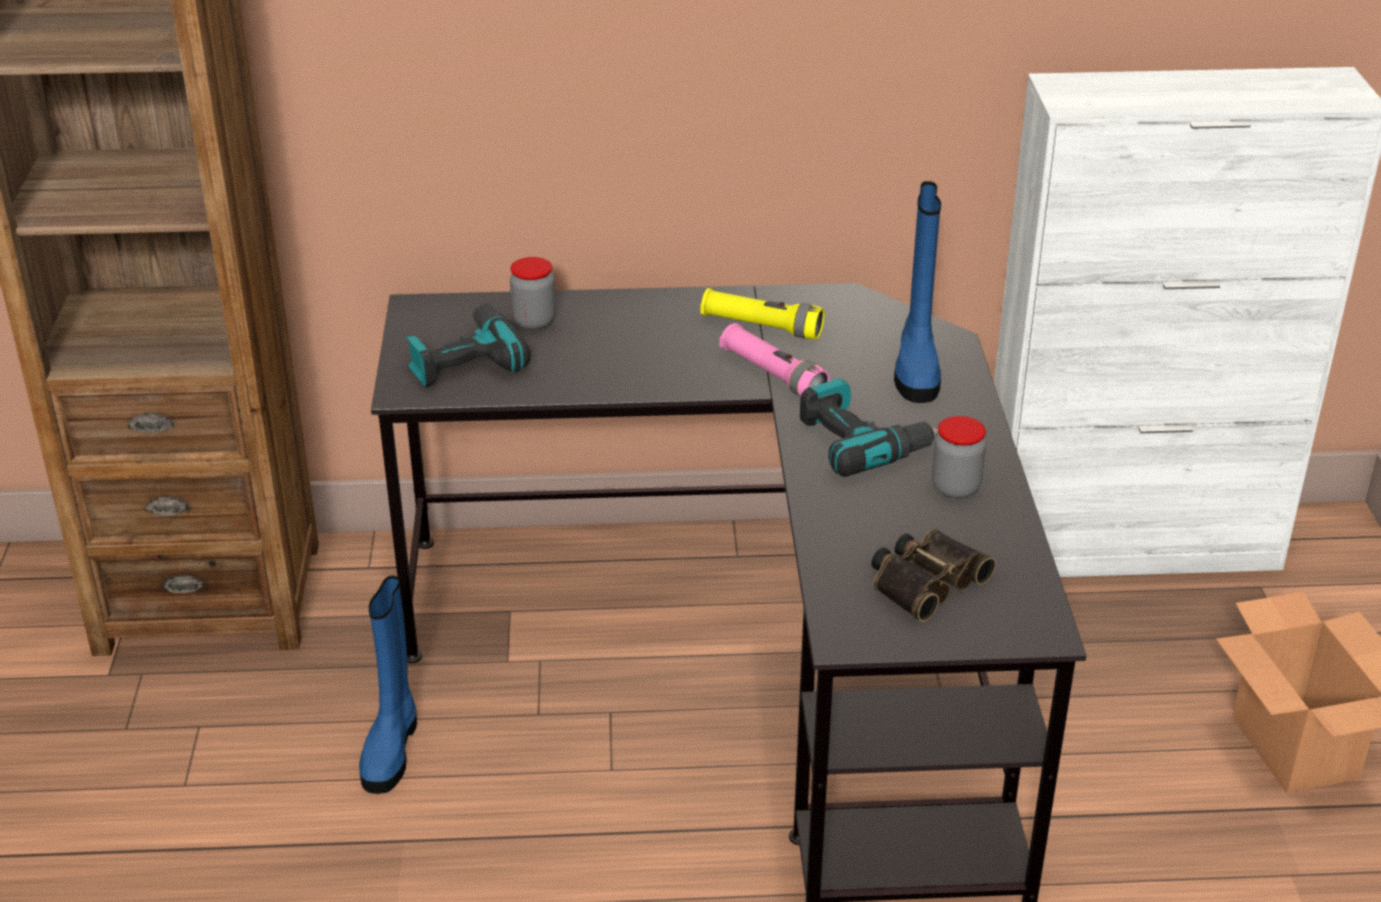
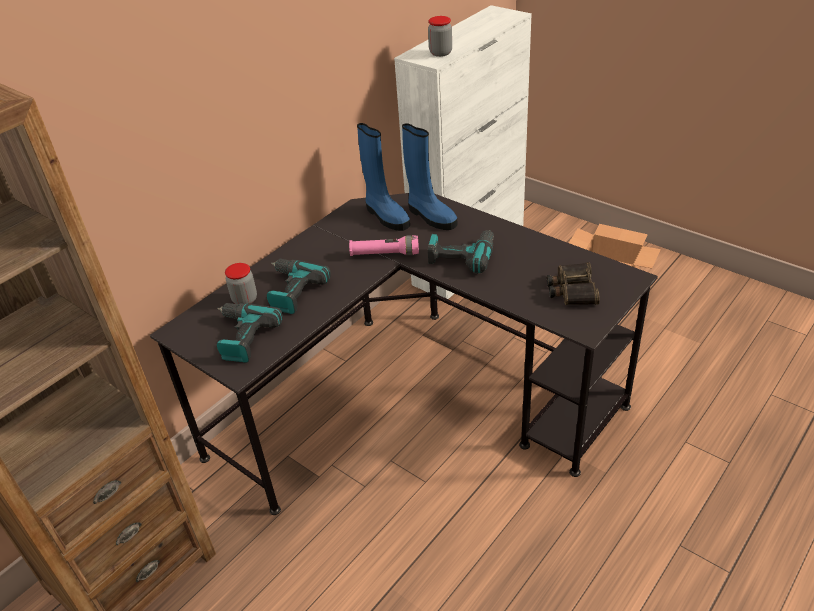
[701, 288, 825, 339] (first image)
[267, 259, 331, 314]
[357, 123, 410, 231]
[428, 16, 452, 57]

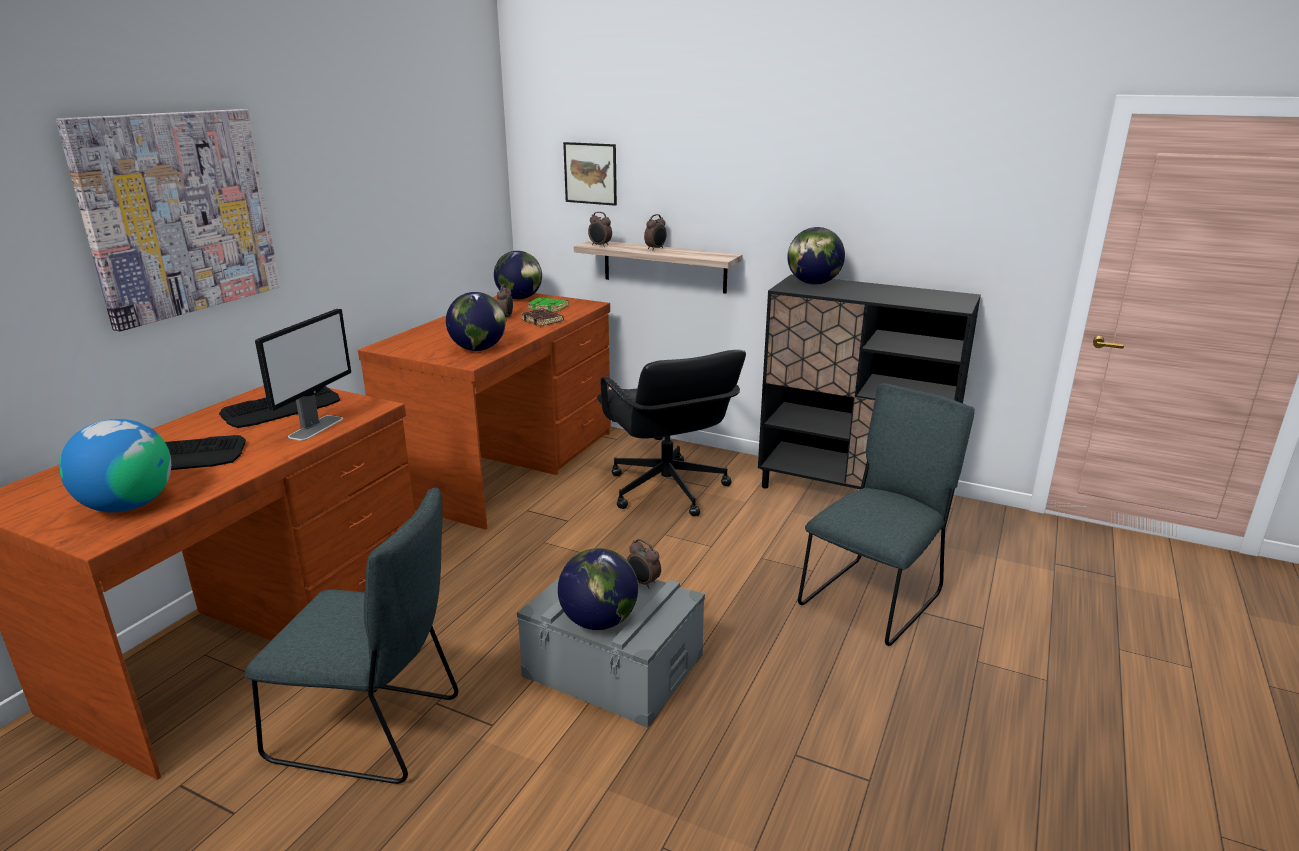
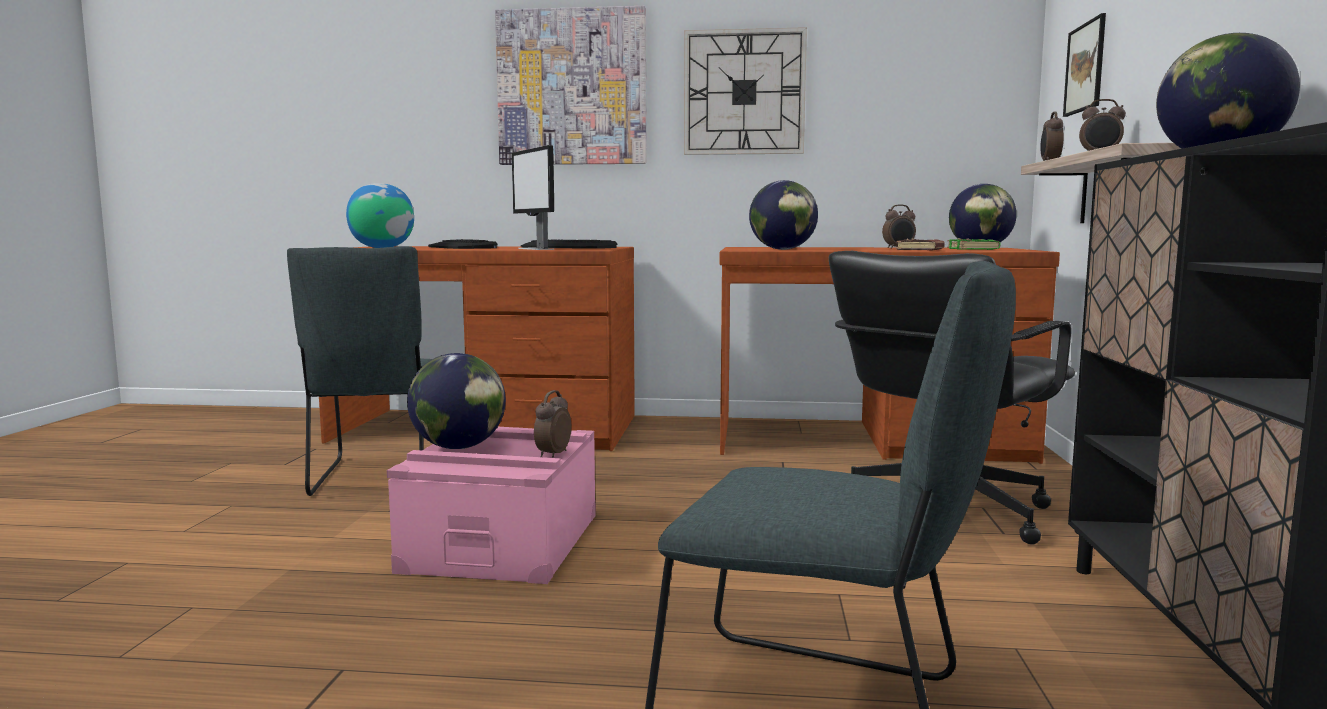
[684, 27, 807, 155]
[387, 427, 596, 584]
[512, 145, 554, 250]

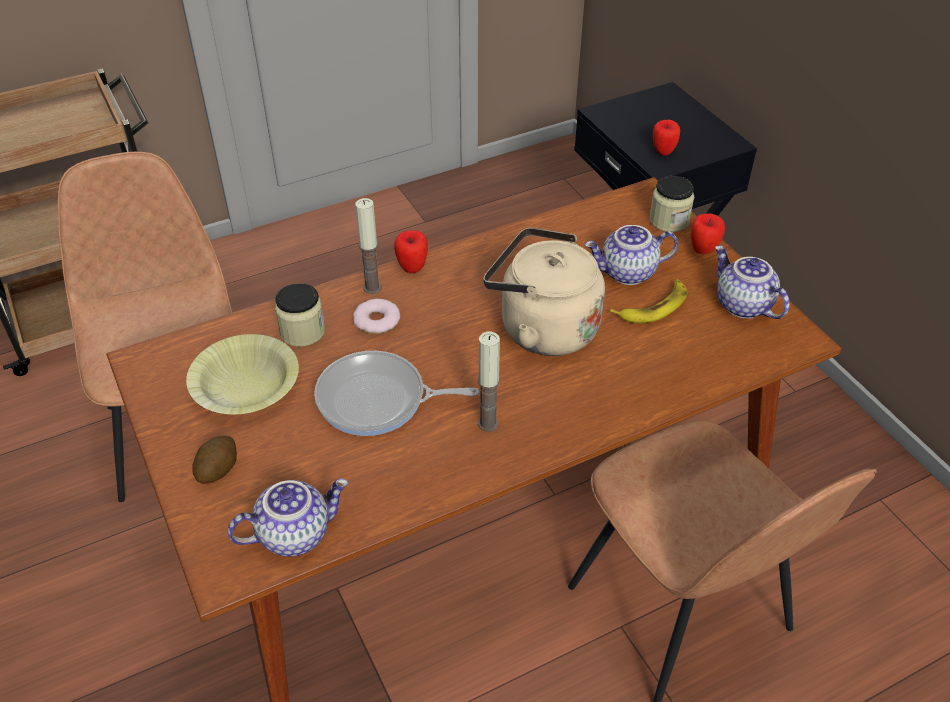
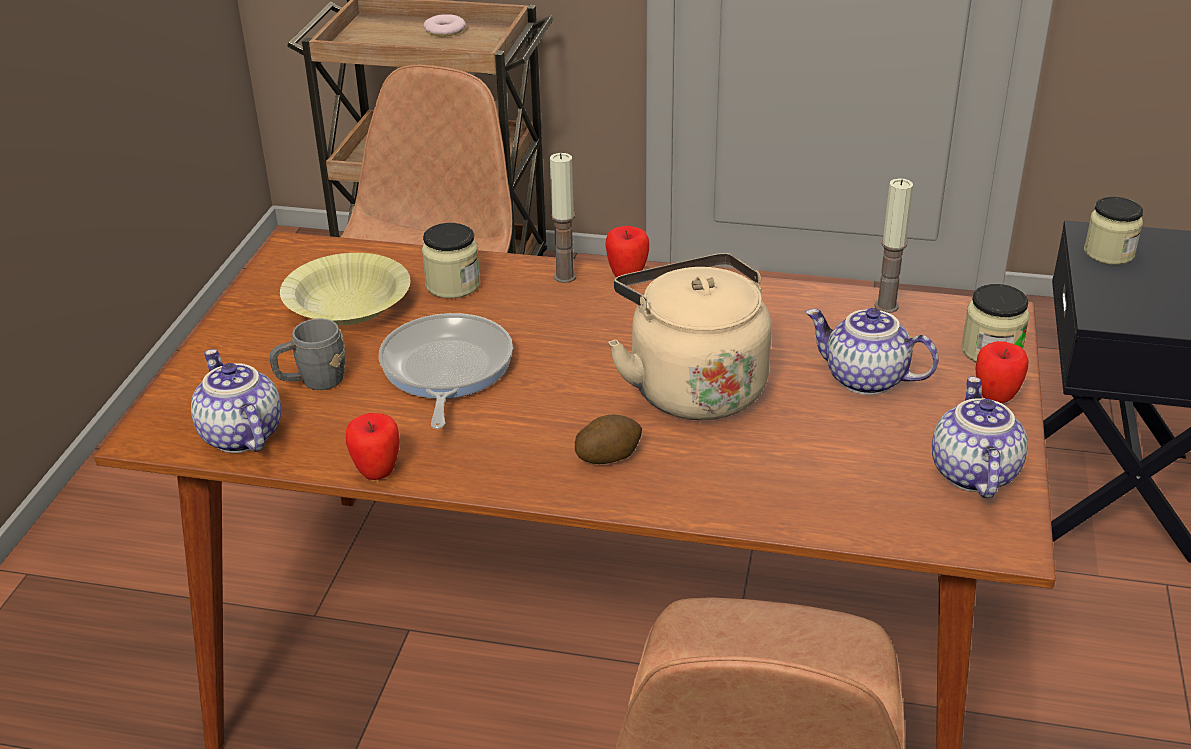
[610, 279, 687, 323] (first image)
[269, 318, 345, 390]
[1084, 197, 1143, 265]
[575, 415, 642, 464]
[423, 14, 466, 37]
[875, 178, 913, 313]
[346, 413, 400, 480]
[191, 349, 281, 453]
[379, 313, 513, 429]

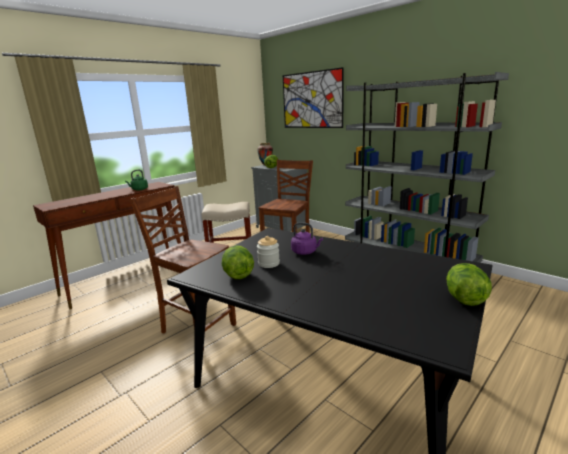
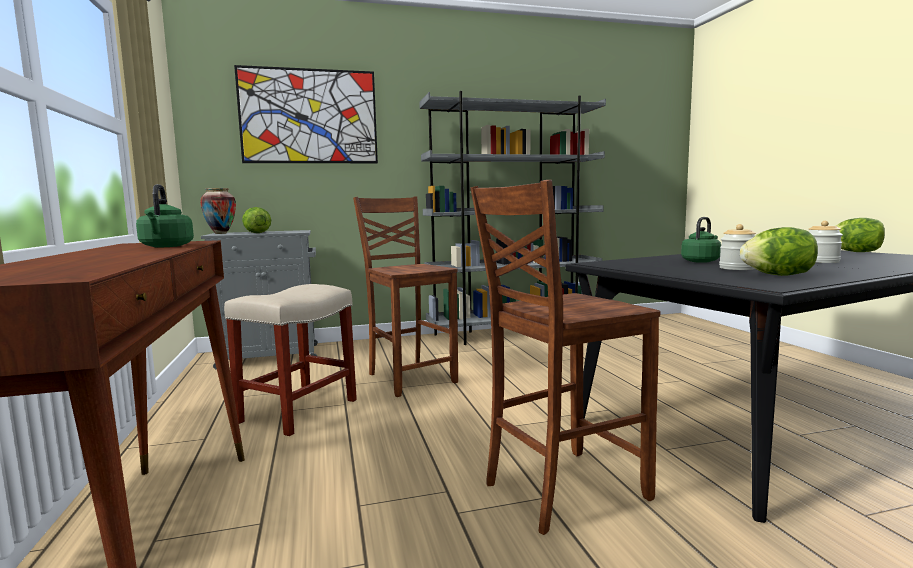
[809, 221, 843, 263]
[681, 217, 721, 263]

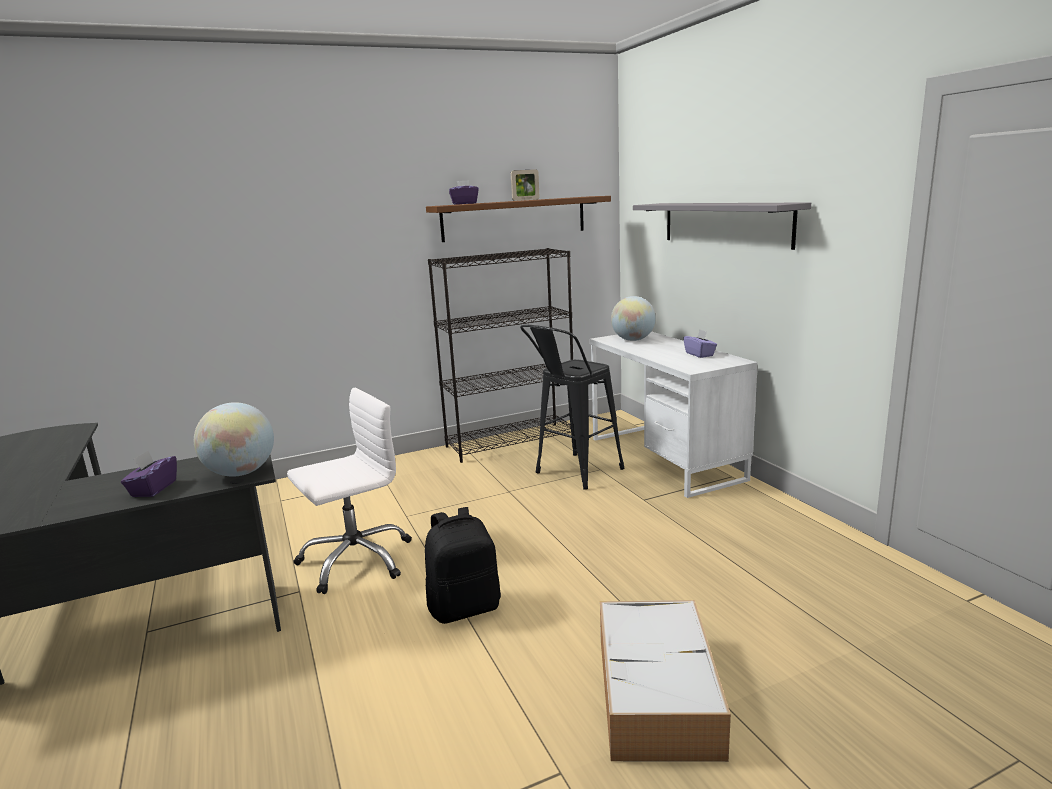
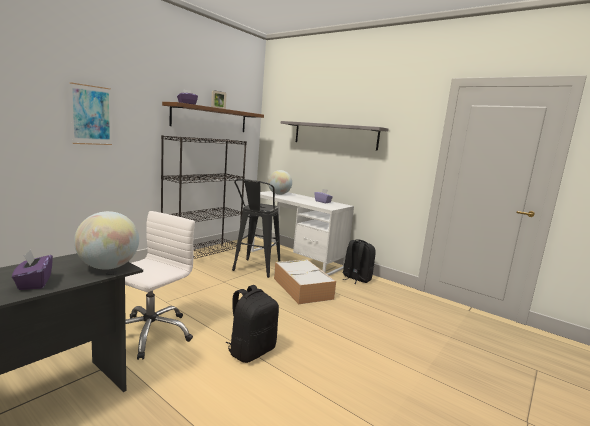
[70, 82, 112, 145]
[342, 239, 376, 284]
[274, 260, 336, 304]

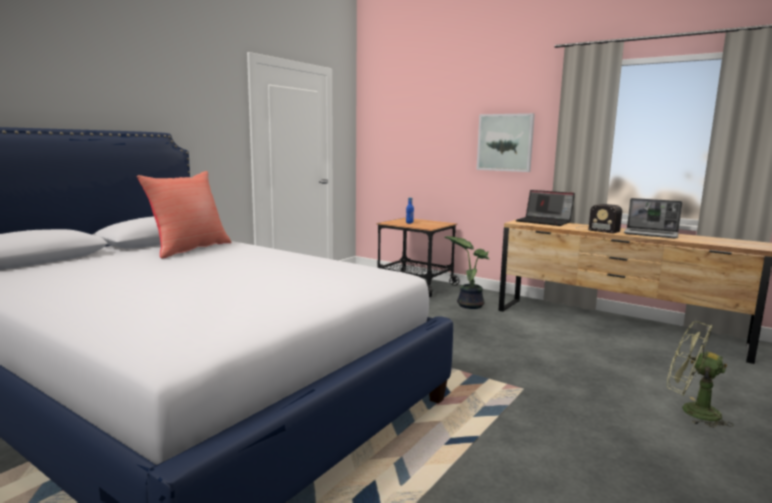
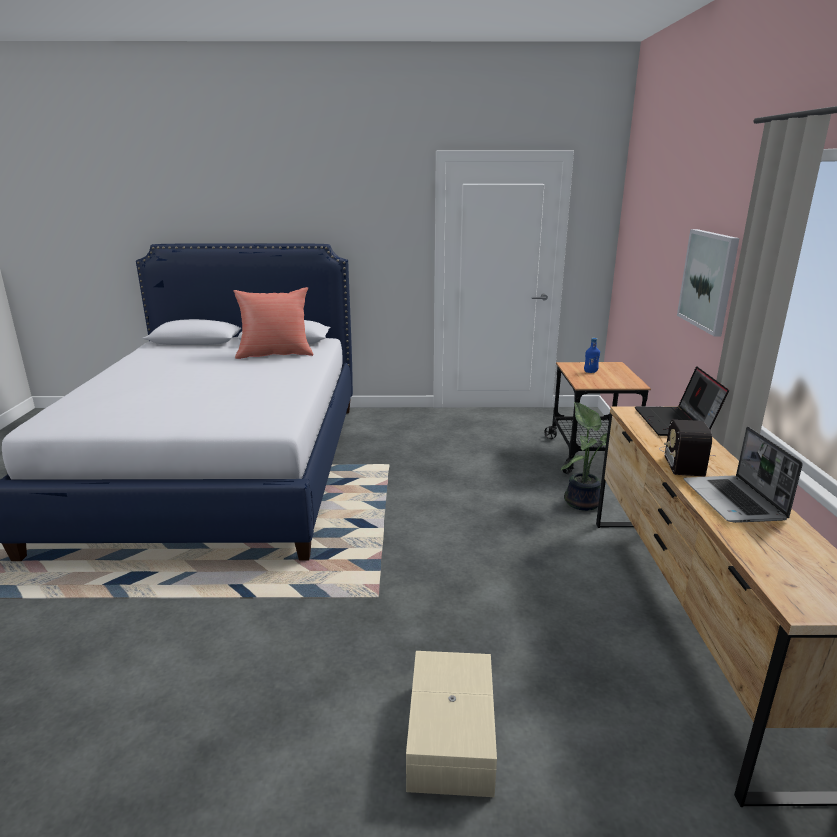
[406, 651, 497, 797]

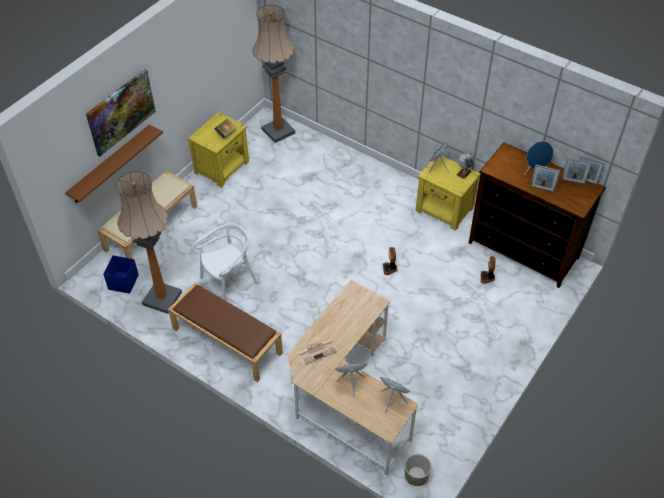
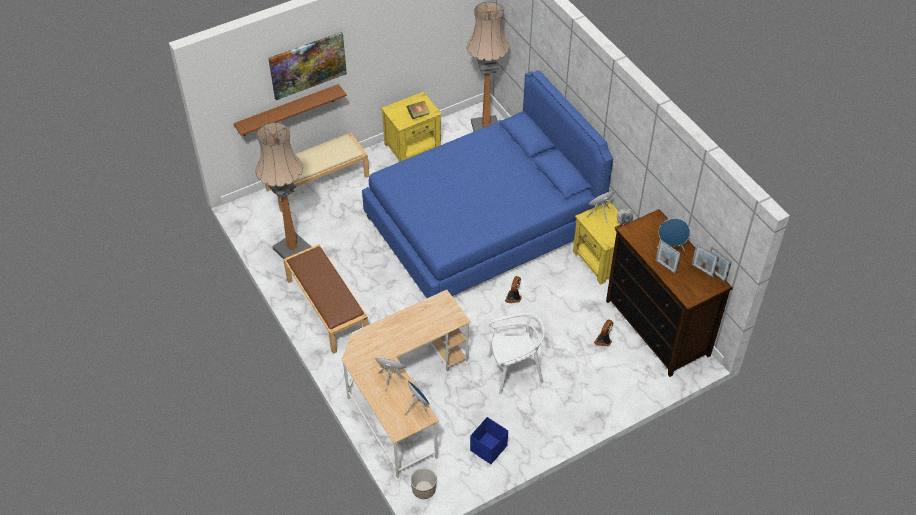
[296, 338, 338, 365] (first image)
[362, 70, 613, 298]
[470, 417, 508, 464]
[488, 313, 545, 395]

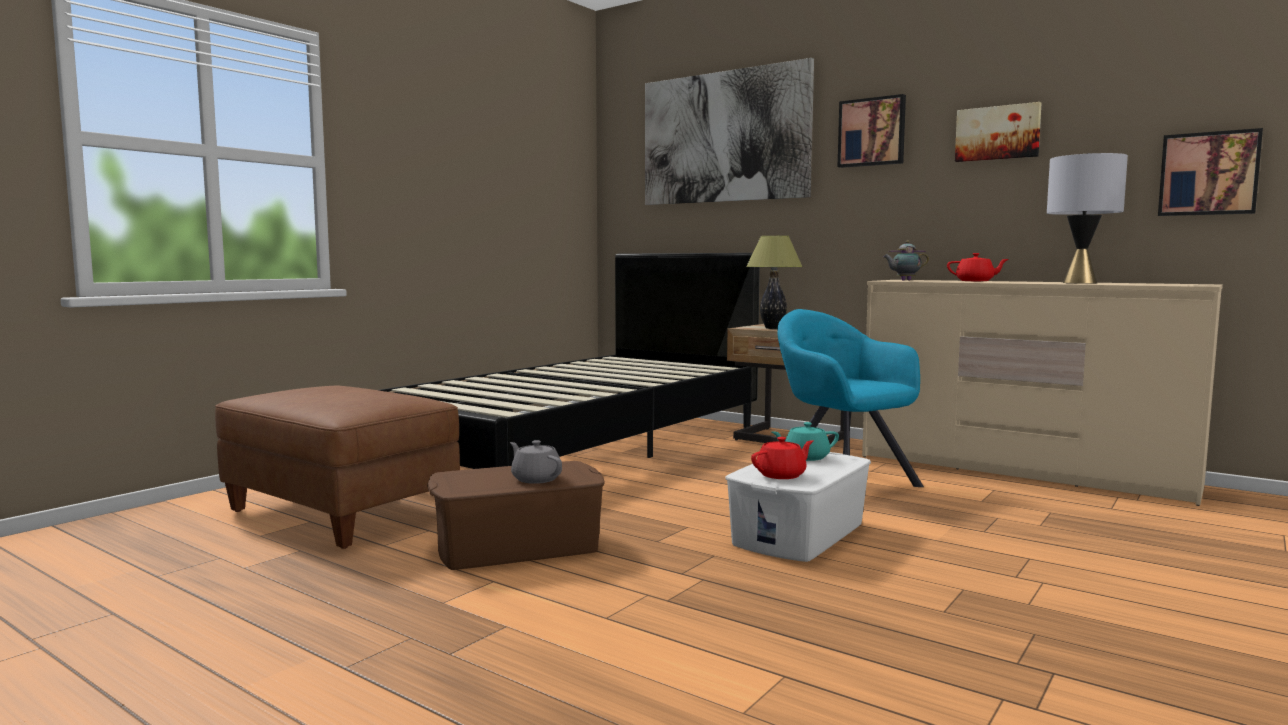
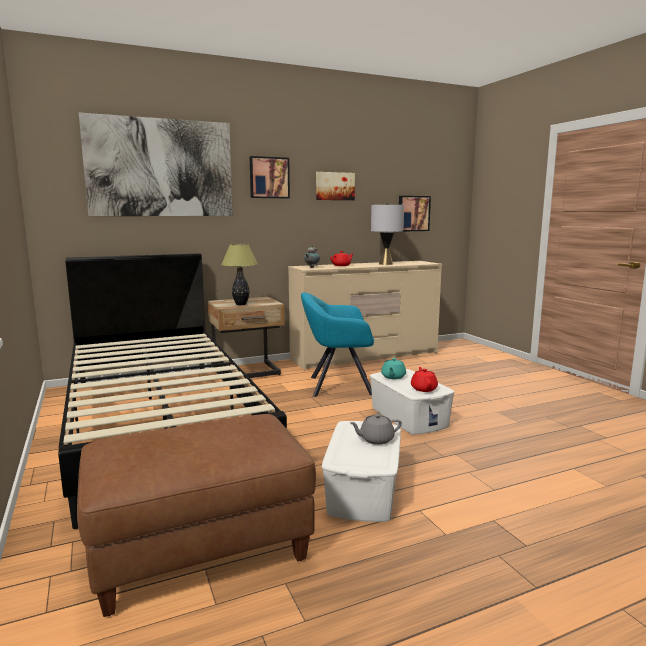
[321, 421, 401, 522]

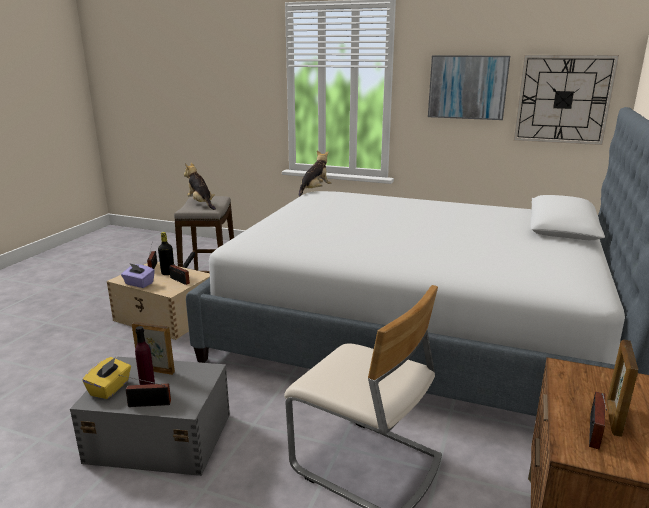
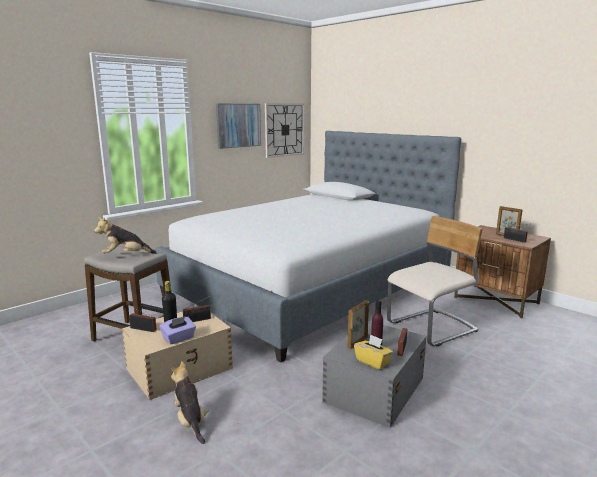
[171, 361, 209, 444]

